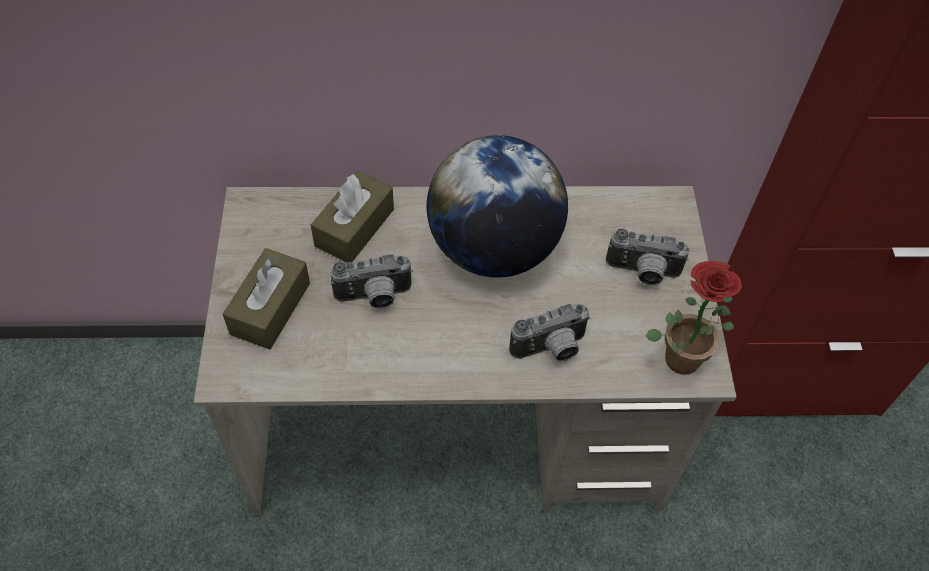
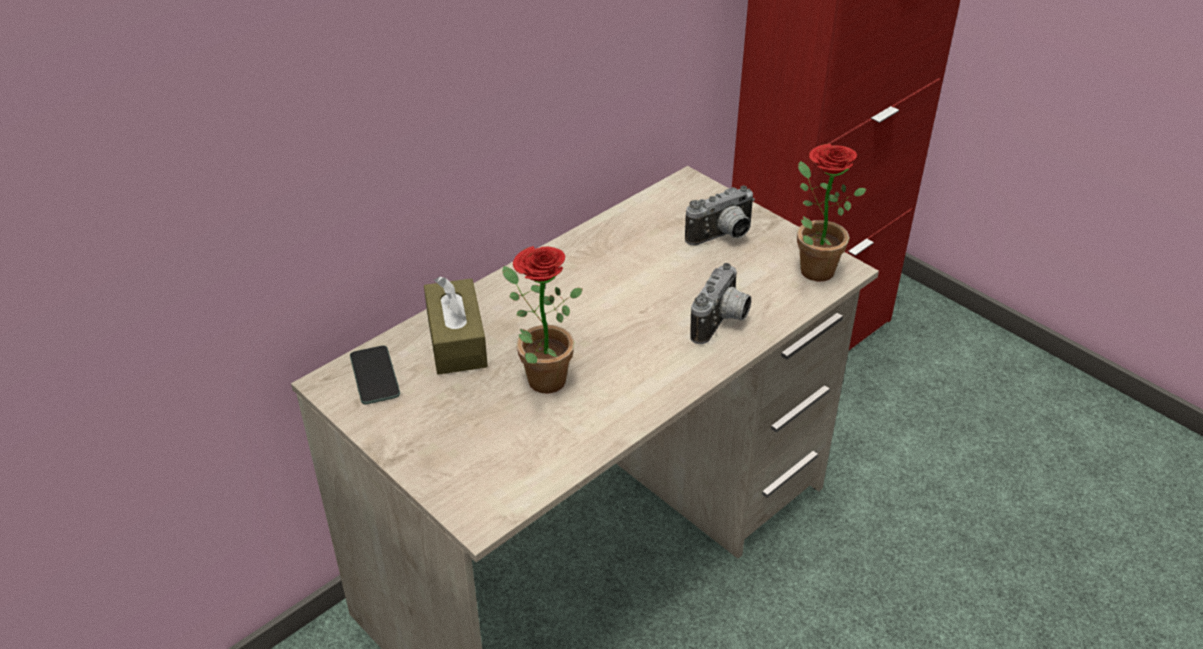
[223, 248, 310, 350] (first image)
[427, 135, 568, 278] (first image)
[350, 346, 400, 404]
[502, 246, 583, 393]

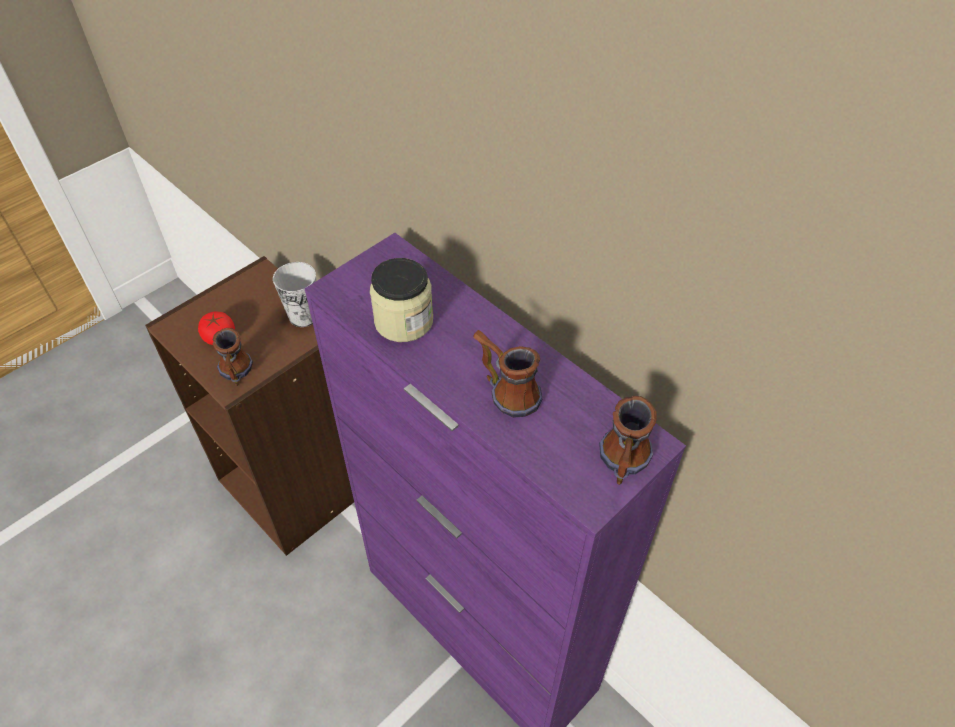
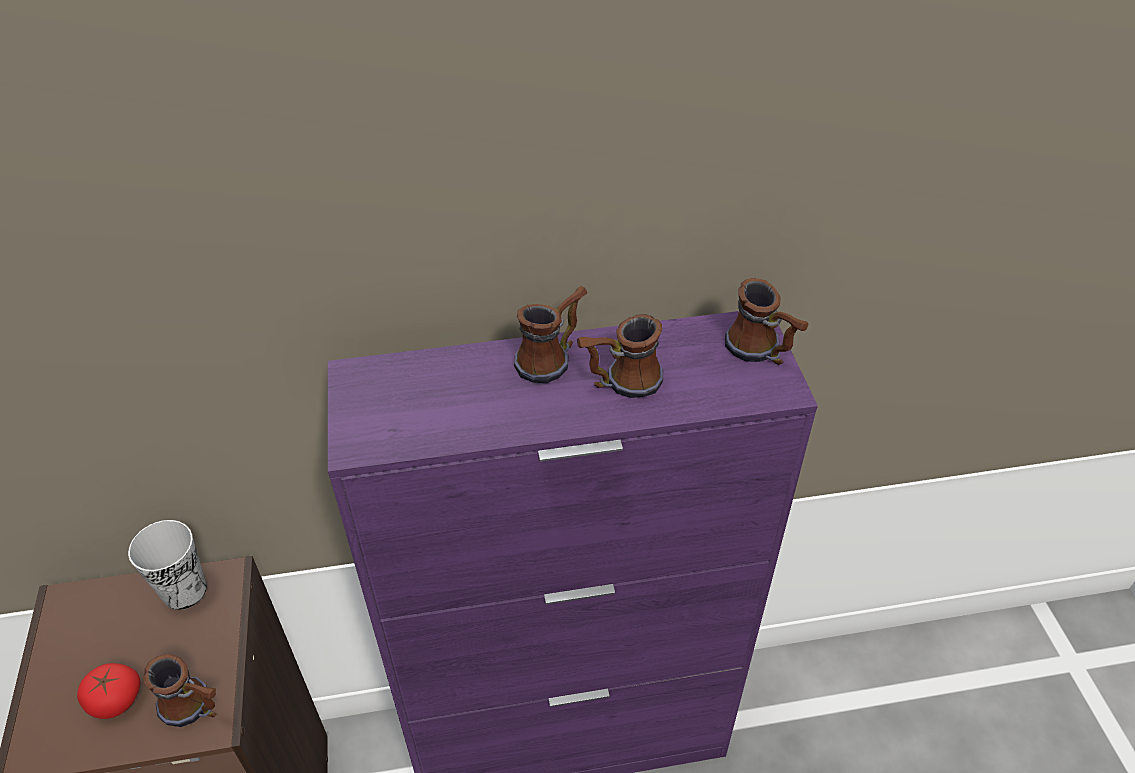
[370, 258, 433, 342] (first image)
[514, 286, 587, 383]

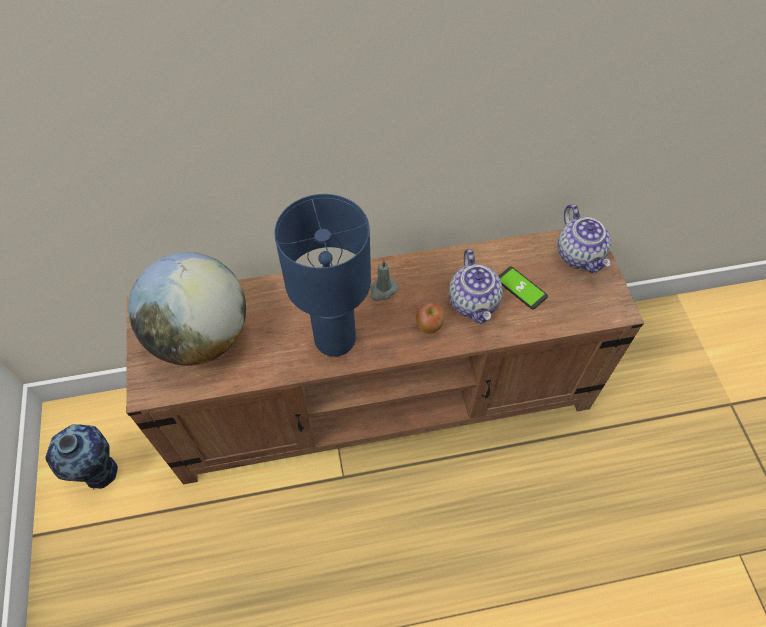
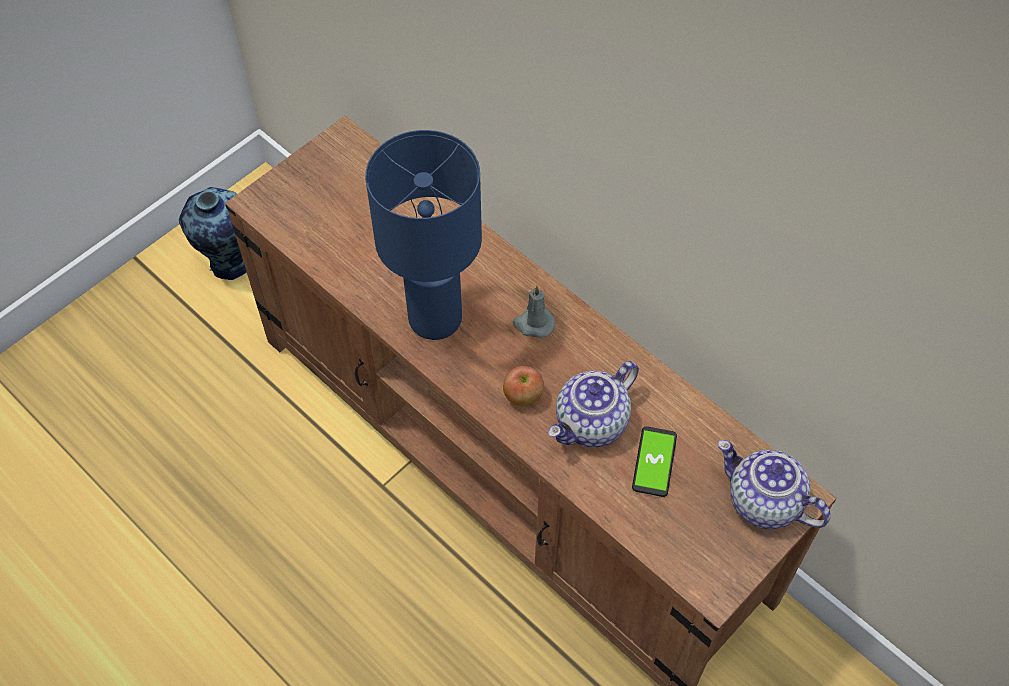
[128, 252, 246, 366] (first image)
[718, 440, 831, 529]

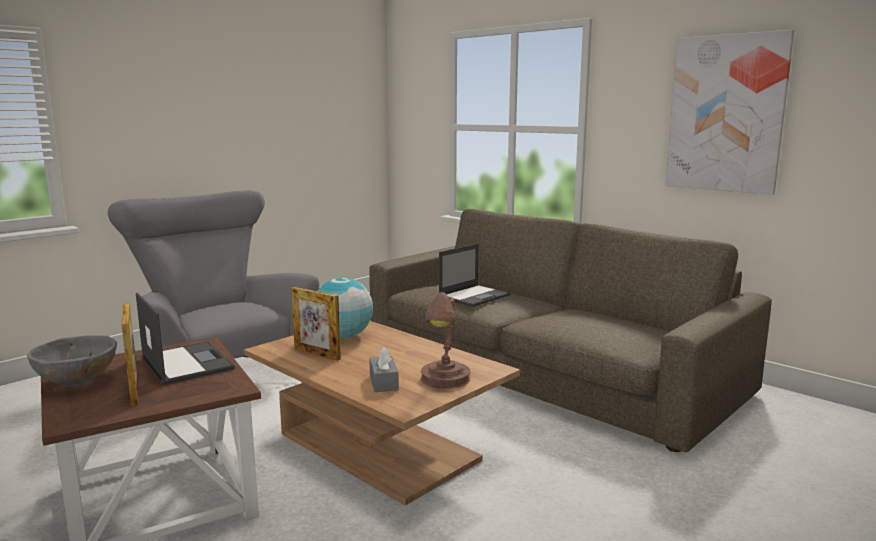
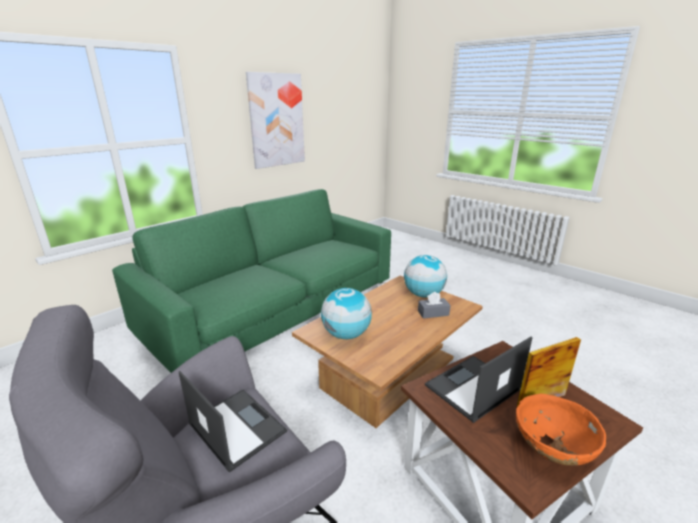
[291, 287, 341, 361] (first image)
[179, 371, 287, 473]
[404, 255, 447, 298]
[516, 394, 606, 466]
[112, 189, 391, 373]

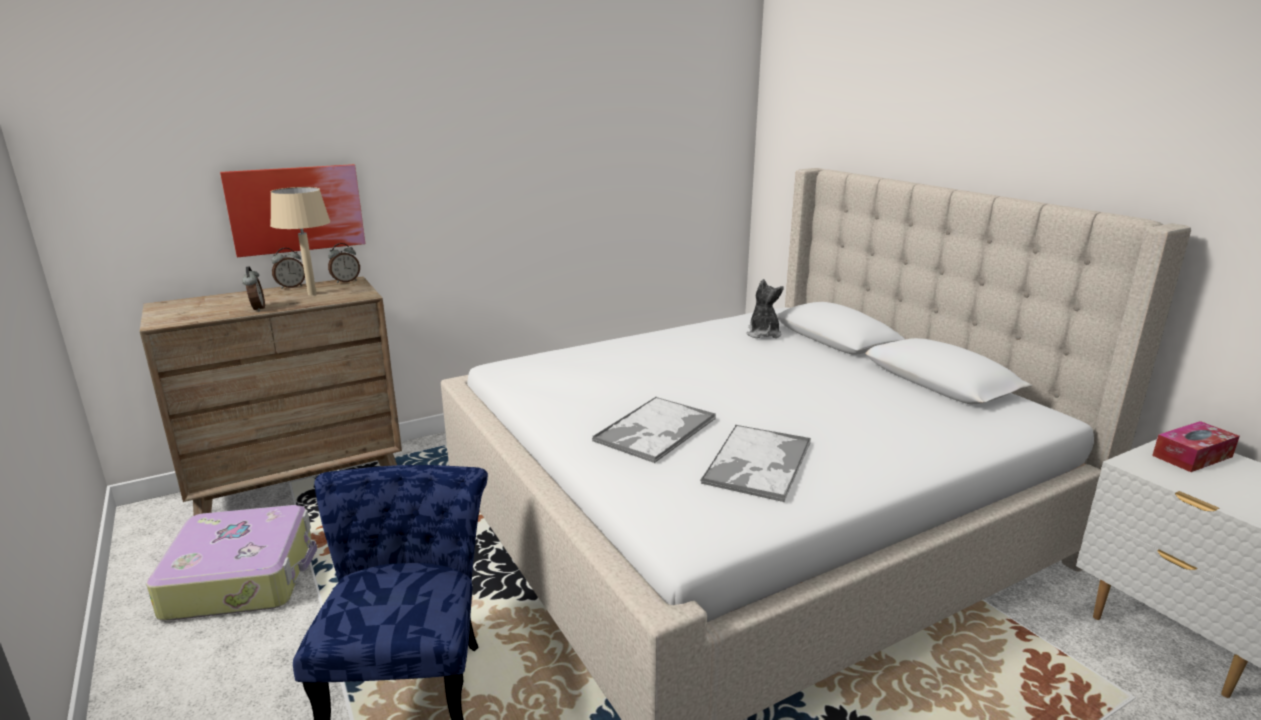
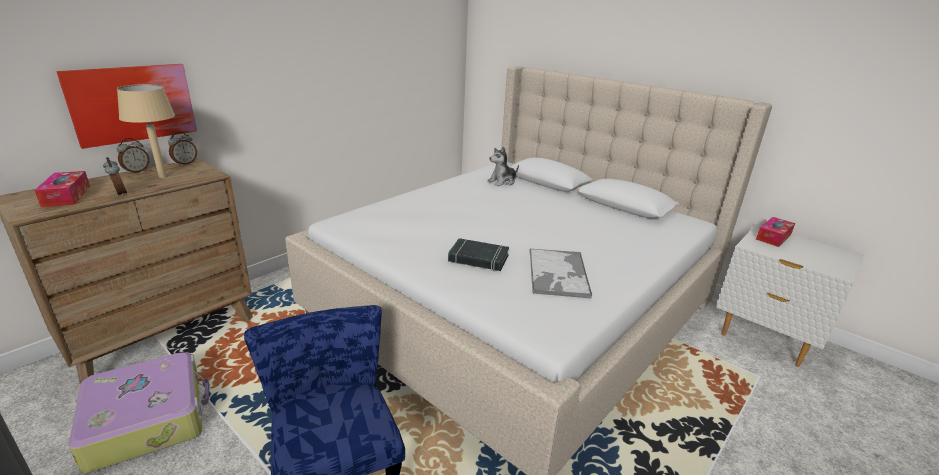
[34, 171, 90, 207]
[448, 238, 509, 271]
[488, 146, 519, 186]

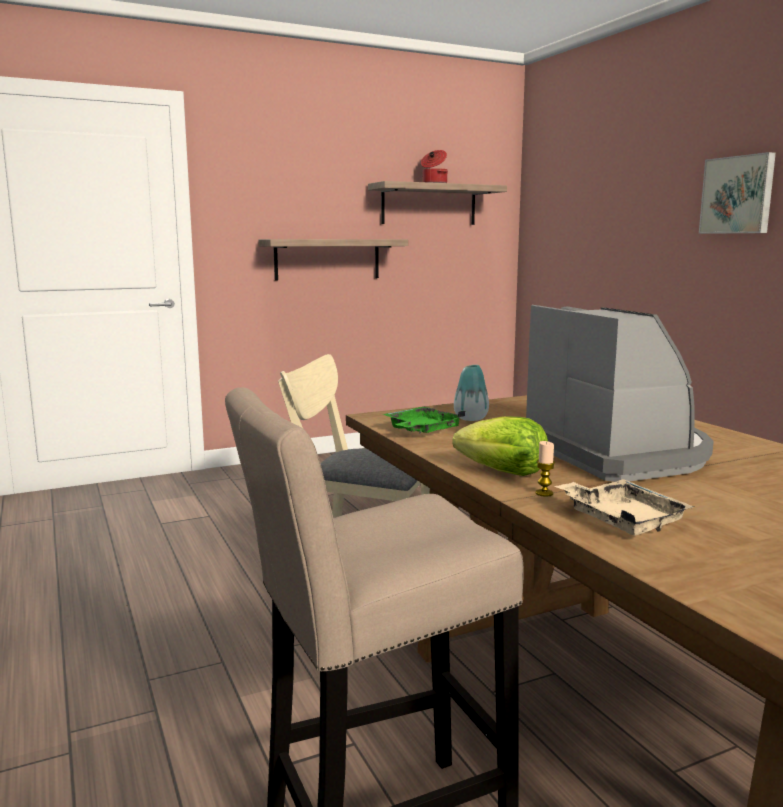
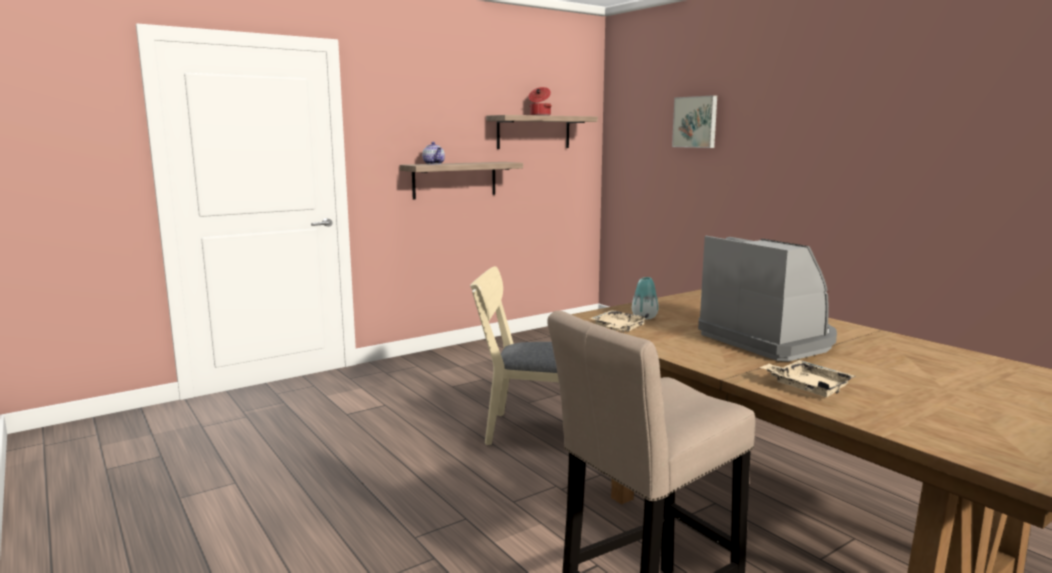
[452, 416, 548, 476] (first image)
[535, 441, 555, 497] (first image)
[422, 142, 445, 164]
[672, 95, 717, 148]
[589, 310, 649, 332]

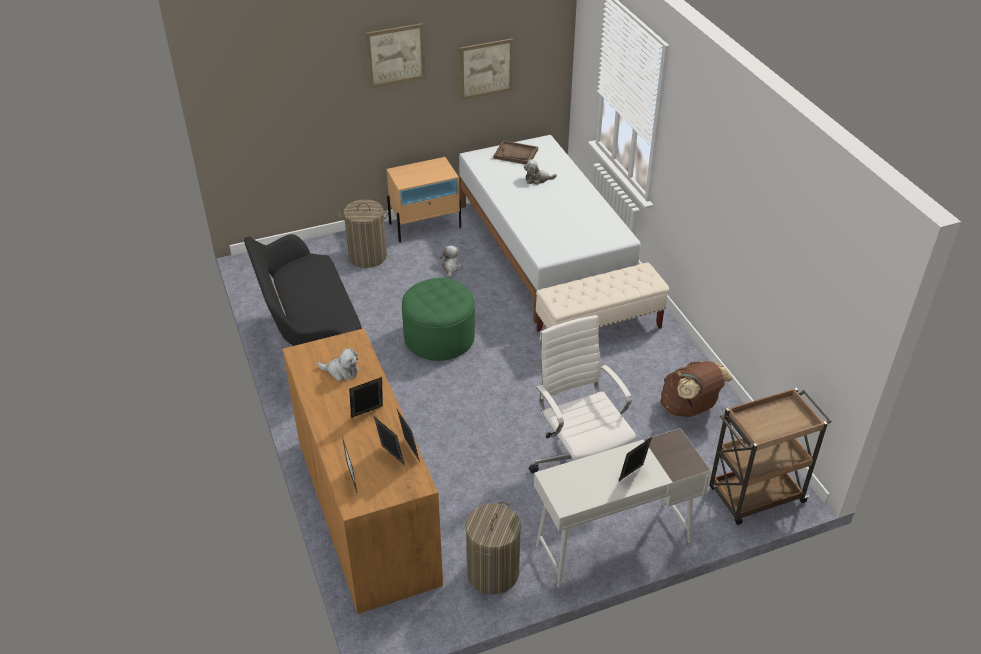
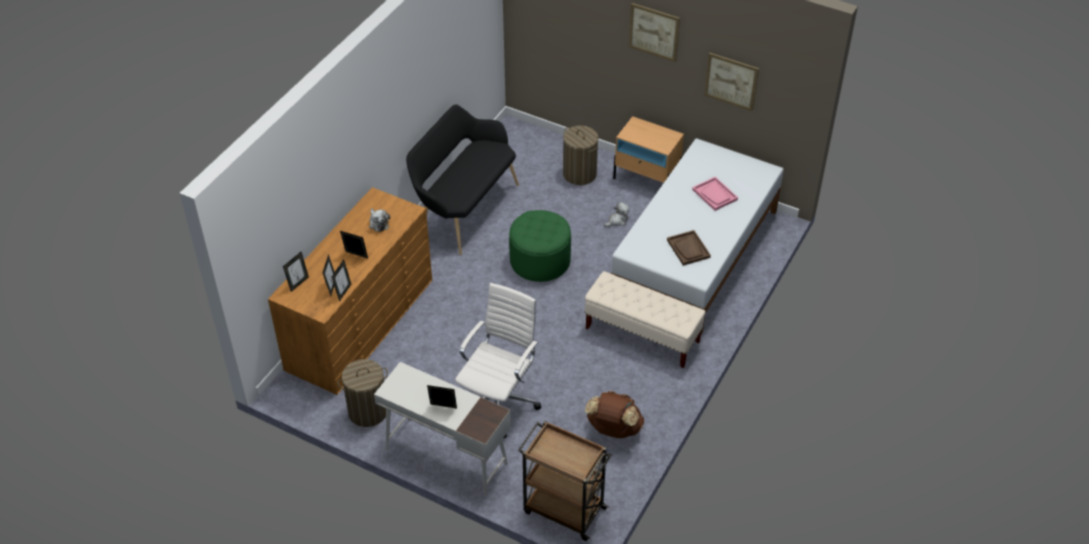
[667, 230, 711, 266]
[692, 177, 738, 211]

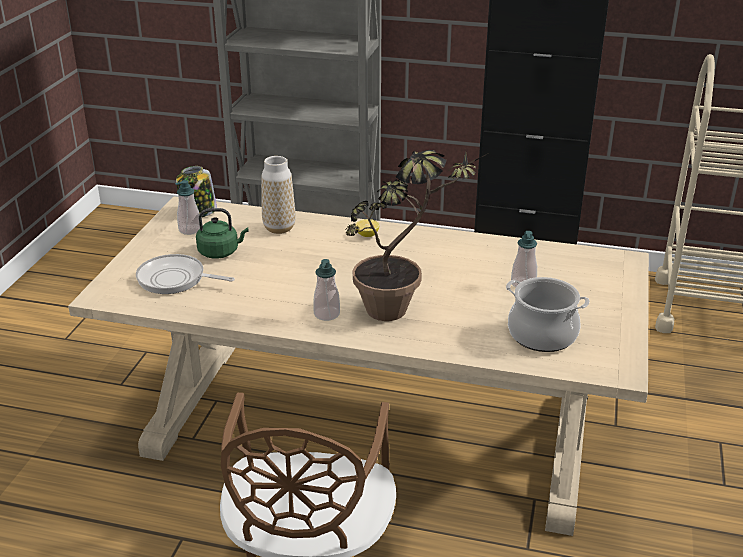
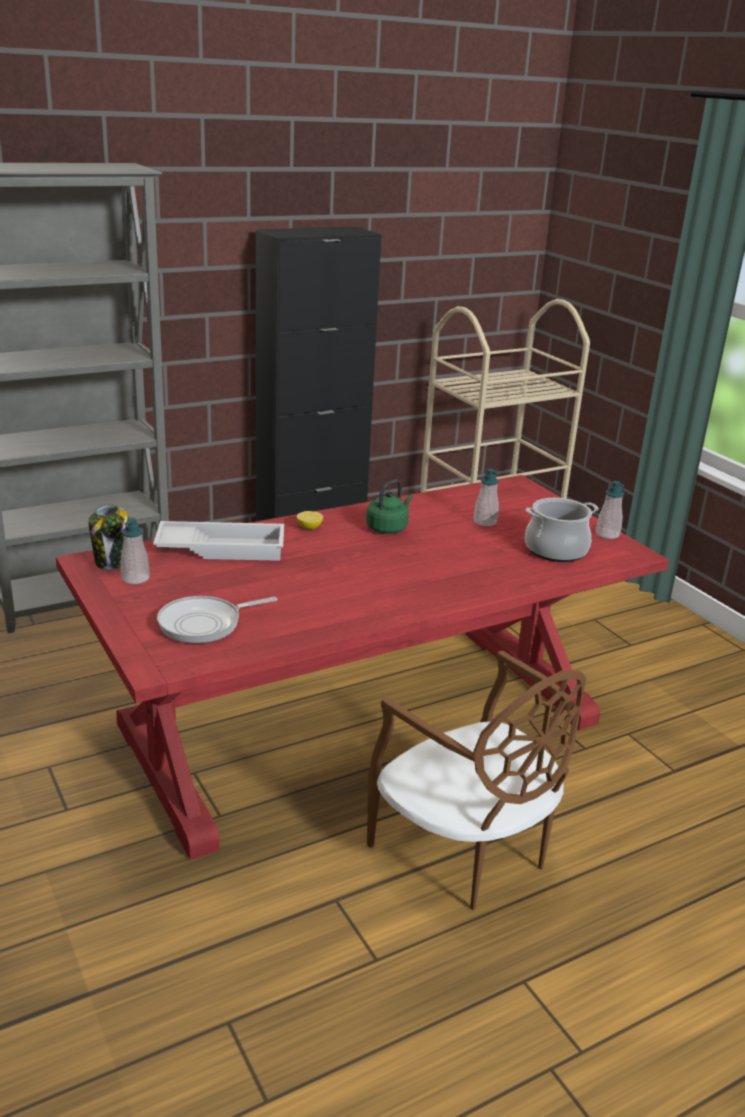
[345, 150, 487, 321] (first image)
[366, 480, 413, 534]
[596, 481, 625, 539]
[153, 521, 284, 561]
[56, 475, 669, 860]

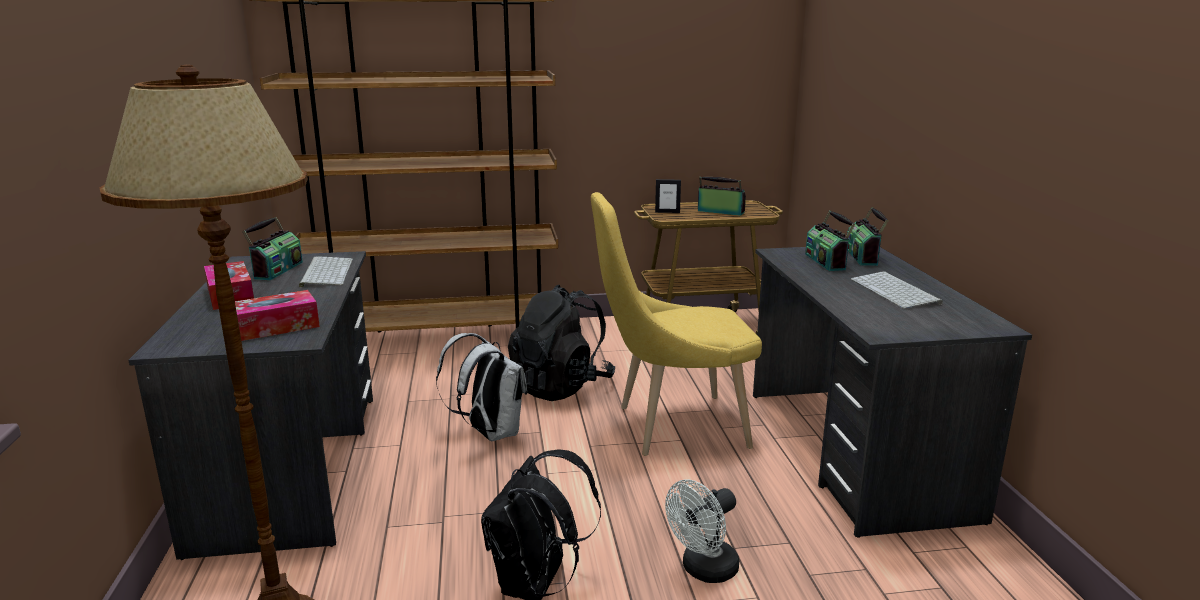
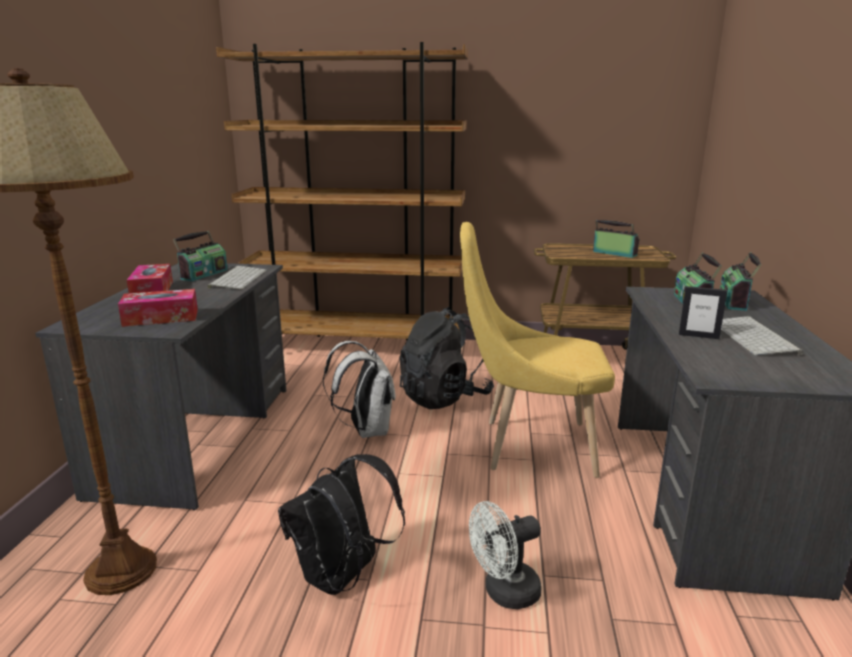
[679, 286, 727, 339]

